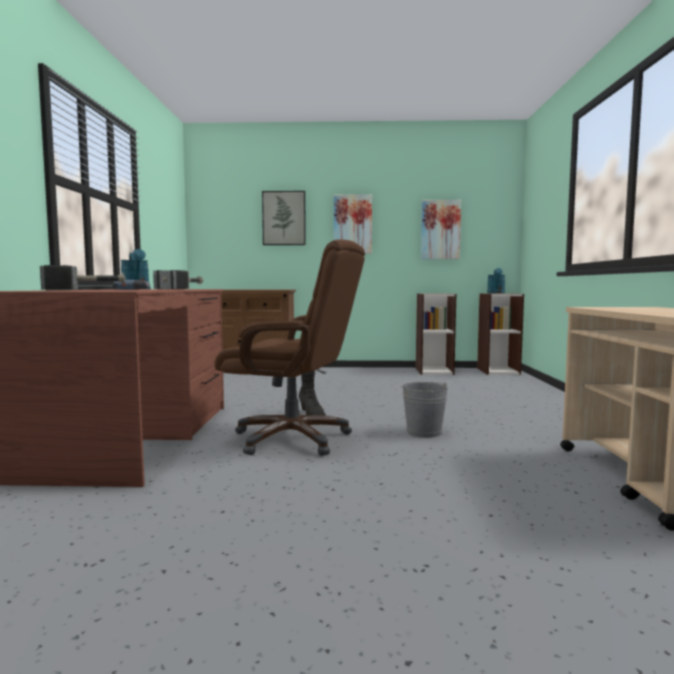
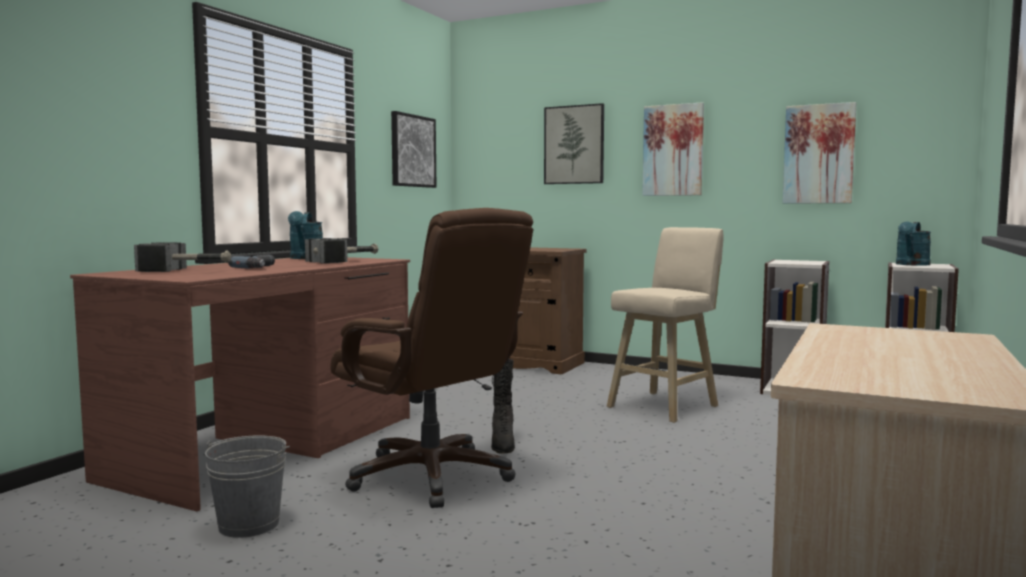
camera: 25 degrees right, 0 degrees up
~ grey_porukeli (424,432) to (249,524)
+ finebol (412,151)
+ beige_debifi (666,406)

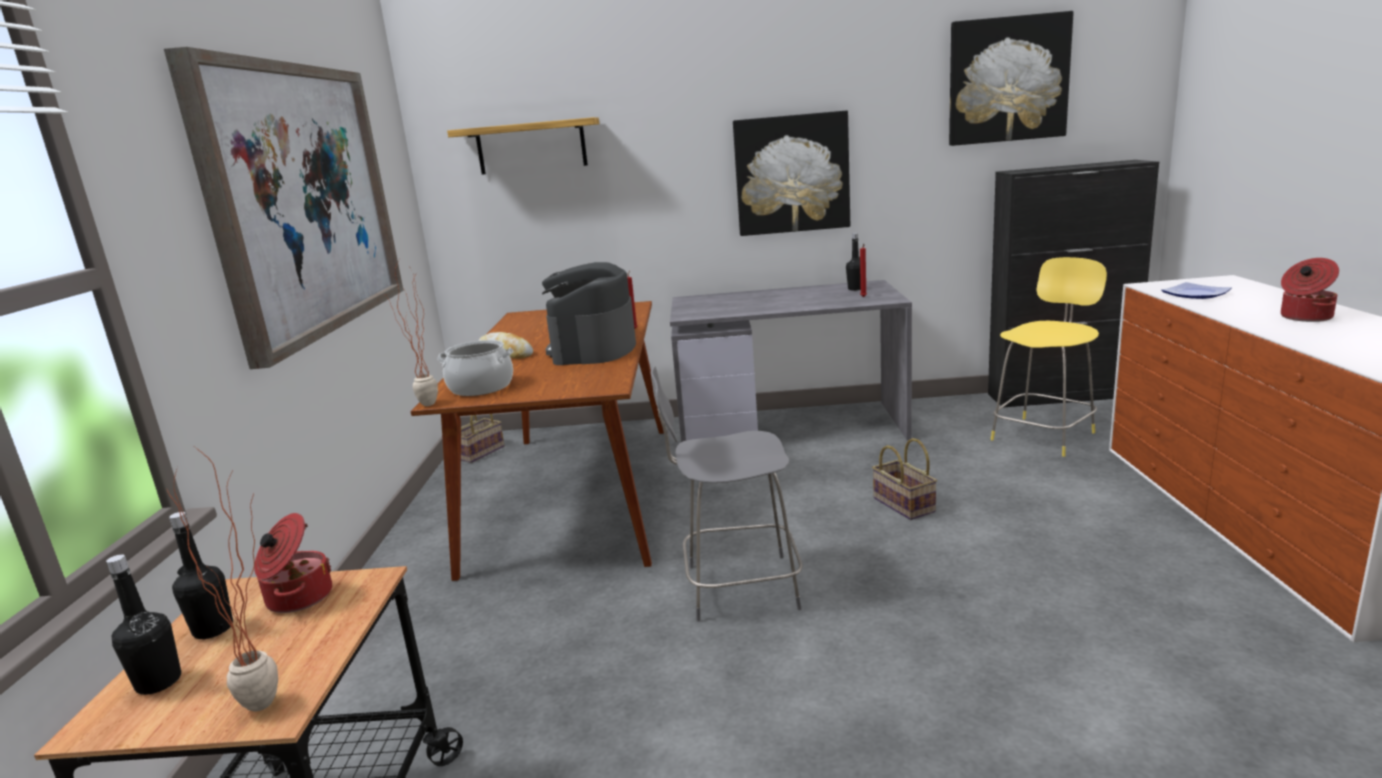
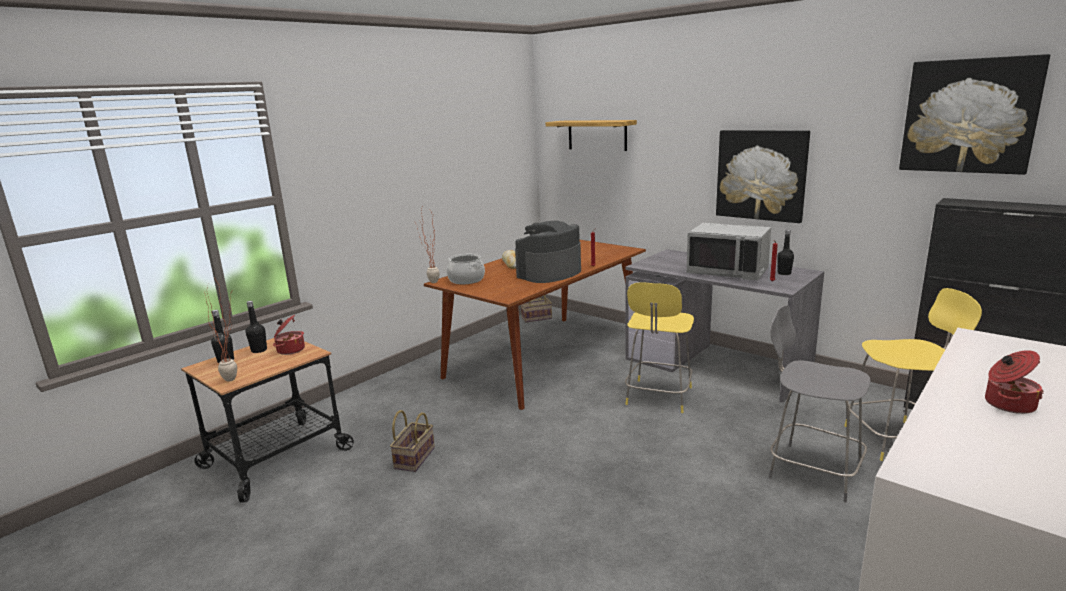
camera: 40 degrees right, 0 degrees up
~ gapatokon (901,505) to (414,457)
+ yellow_debifi (658,397)
+ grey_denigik (728,272)
~ grey_debifi (737,587) to (811,470)
- finebol (304,200)
- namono (1194,294)

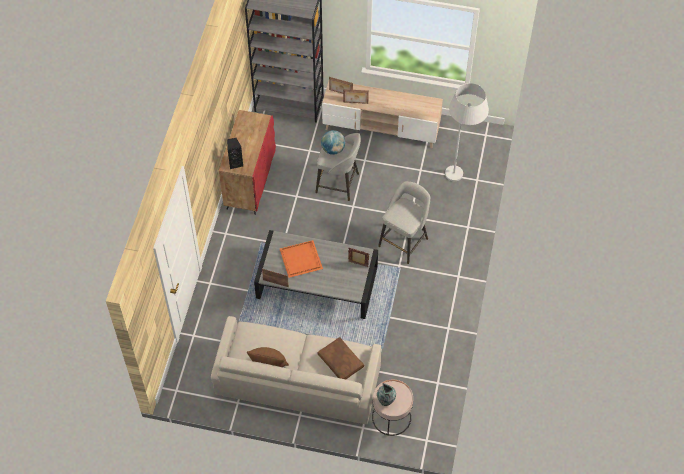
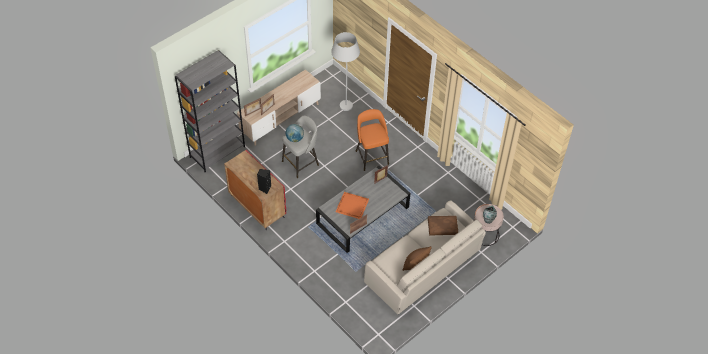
camera: 55 degrees left, 5 degrees down
~ grey_debifi (404,241) to orange_debifi (371,156)

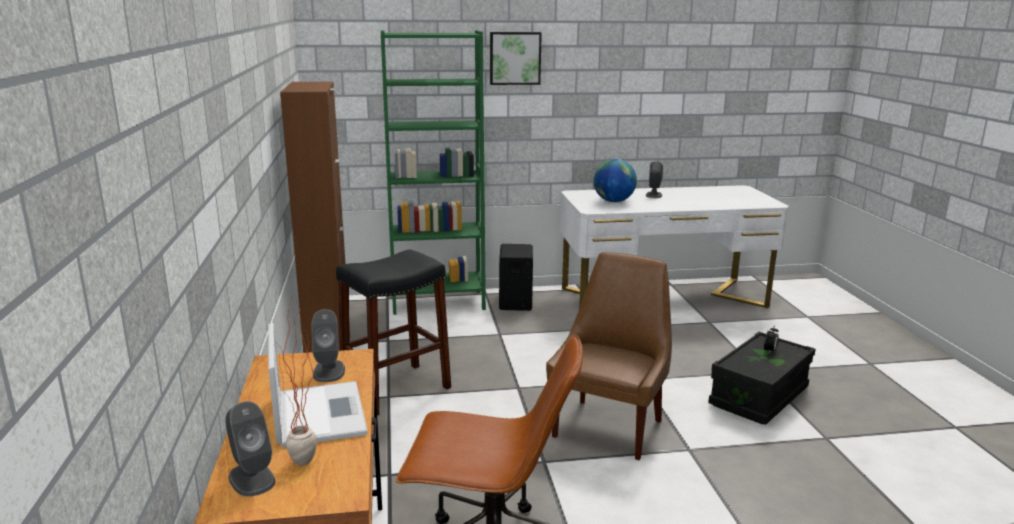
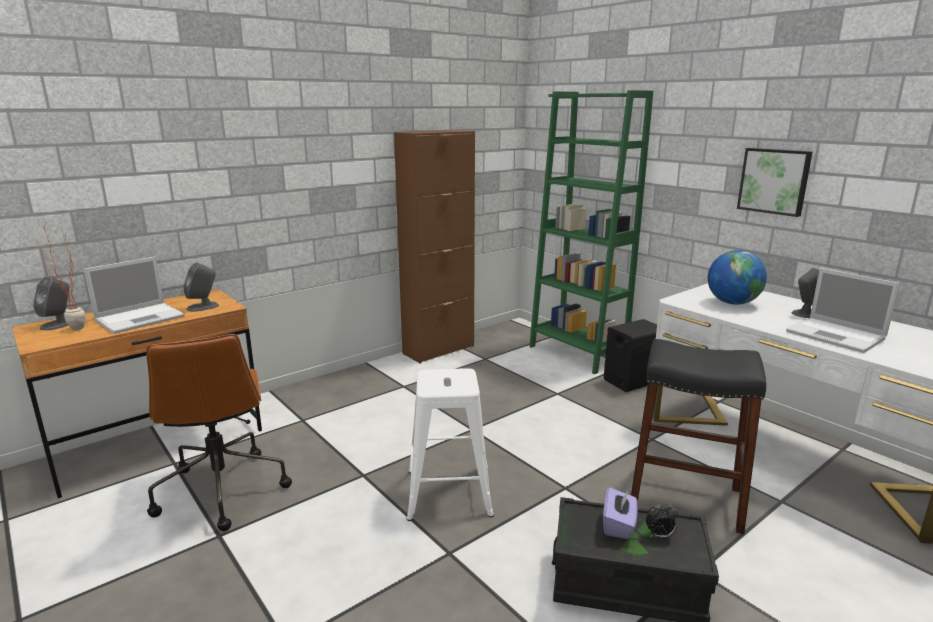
camera: 60 degrees right, 0 degrees up
~ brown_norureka (609,426) to white_debifi (449,493)
+ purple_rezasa (618,525)
~ black_debifi (396,389) to (685,498)
~ finebol (515,58) to (774,181)
+ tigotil (837,335)

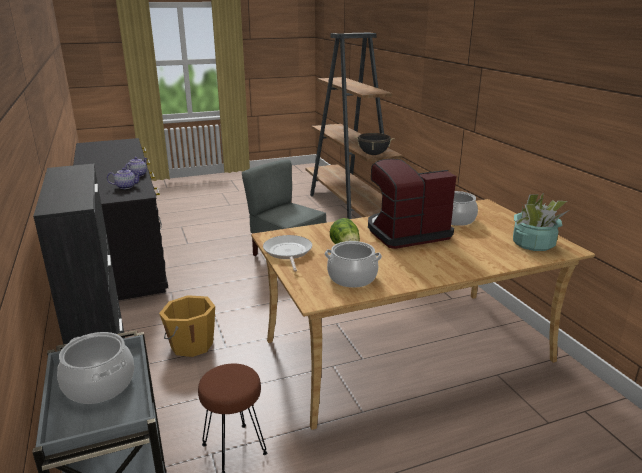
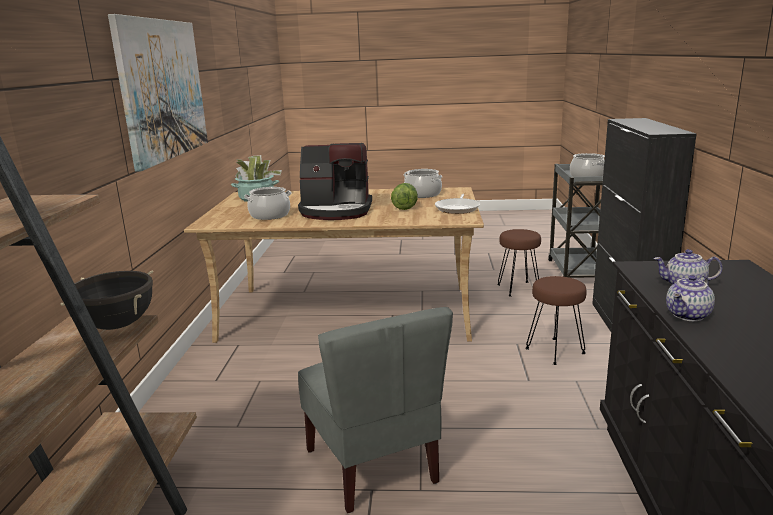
camera: 155 degrees left, 5 degrees down
+ finebol (163,89)
~ orange_porukeli (191,344) to brown_debifi (555,351)

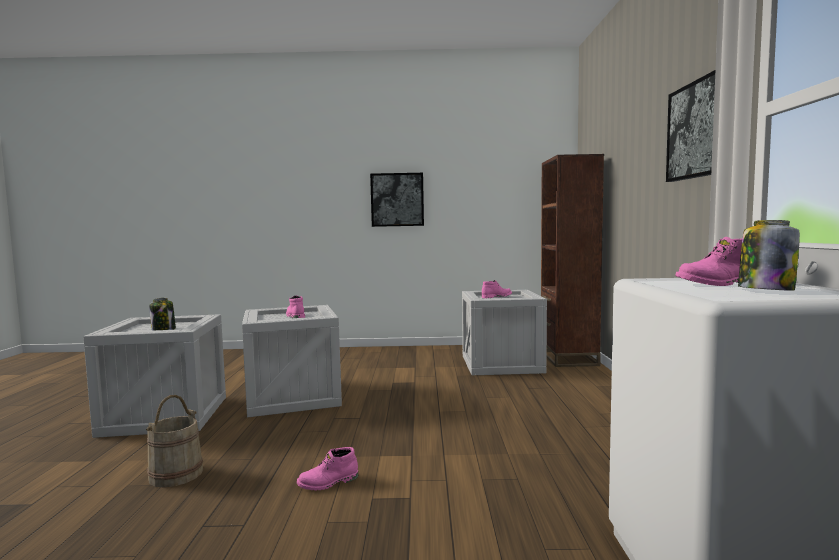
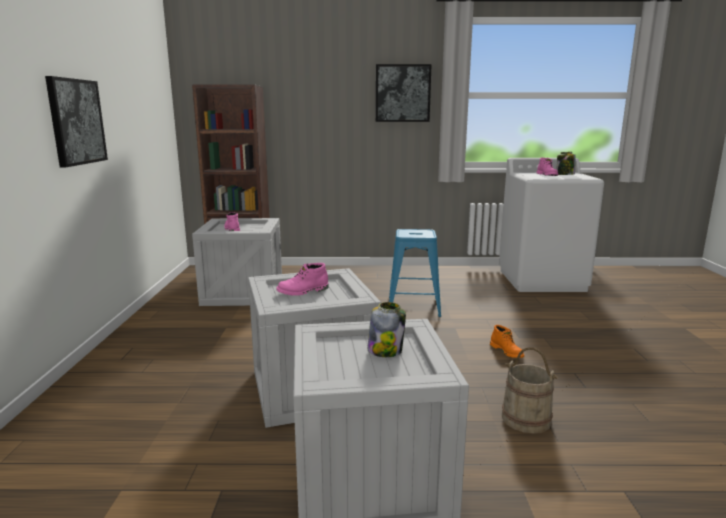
camera: 90 degrees left, 10 degrees up
+ blue_debifi (414,306)
~ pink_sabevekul (328,483) to orange_sabevekul (507,351)

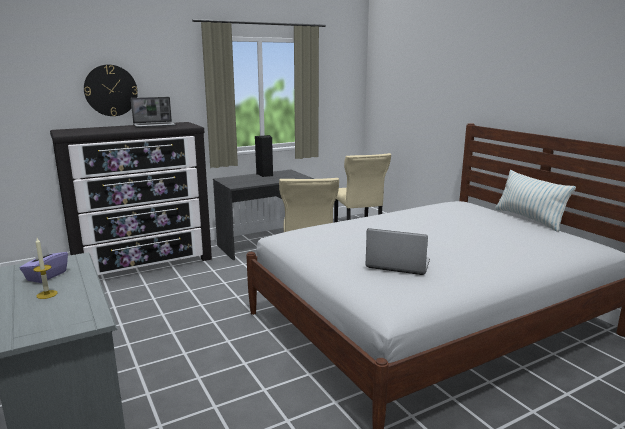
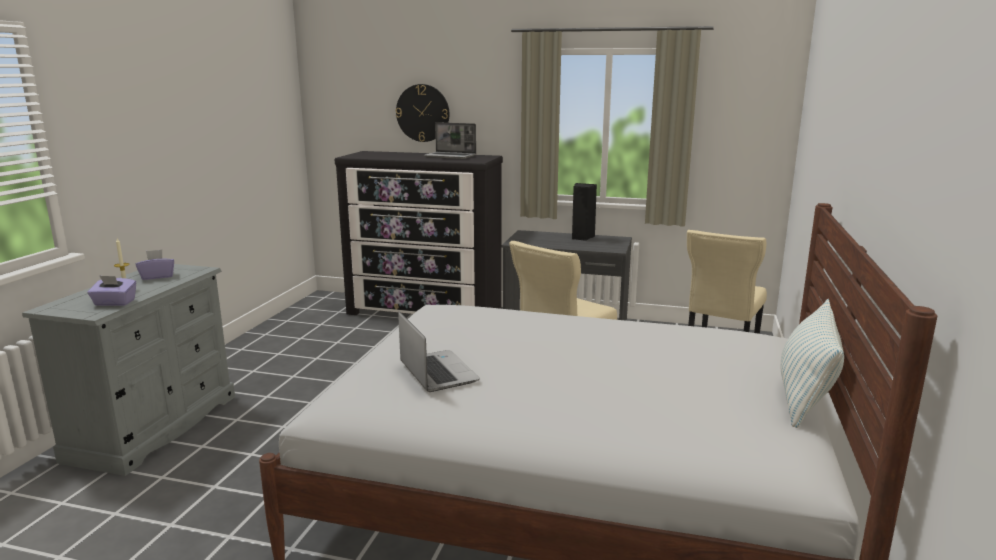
camera: 45 degrees right, 0 degrees up
+ purple_rezasa (114,303)

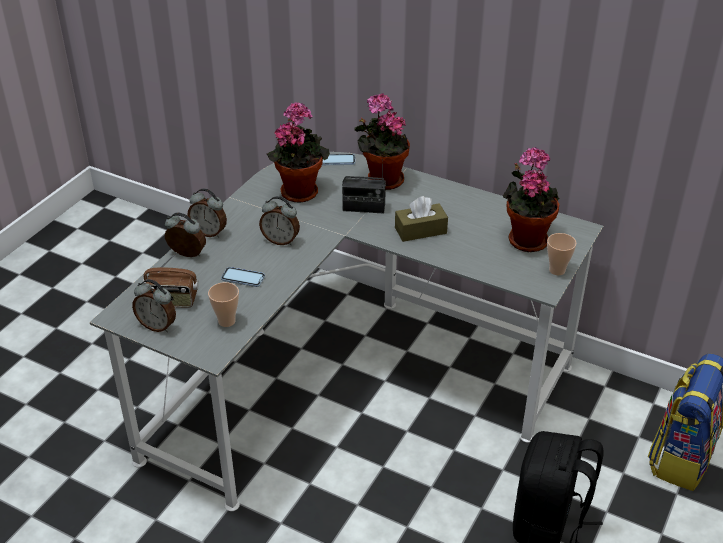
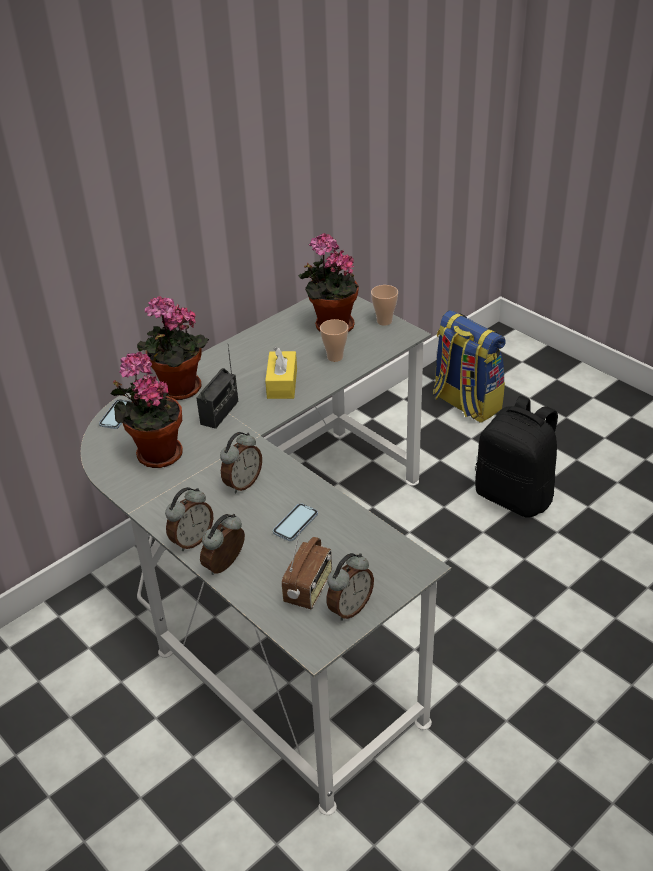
camera: 70 degrees left, 0 degrees up
~ brown_rezasa (420,230) to yellow_rezasa (282,383)
~ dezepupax (226,321) to (335,357)

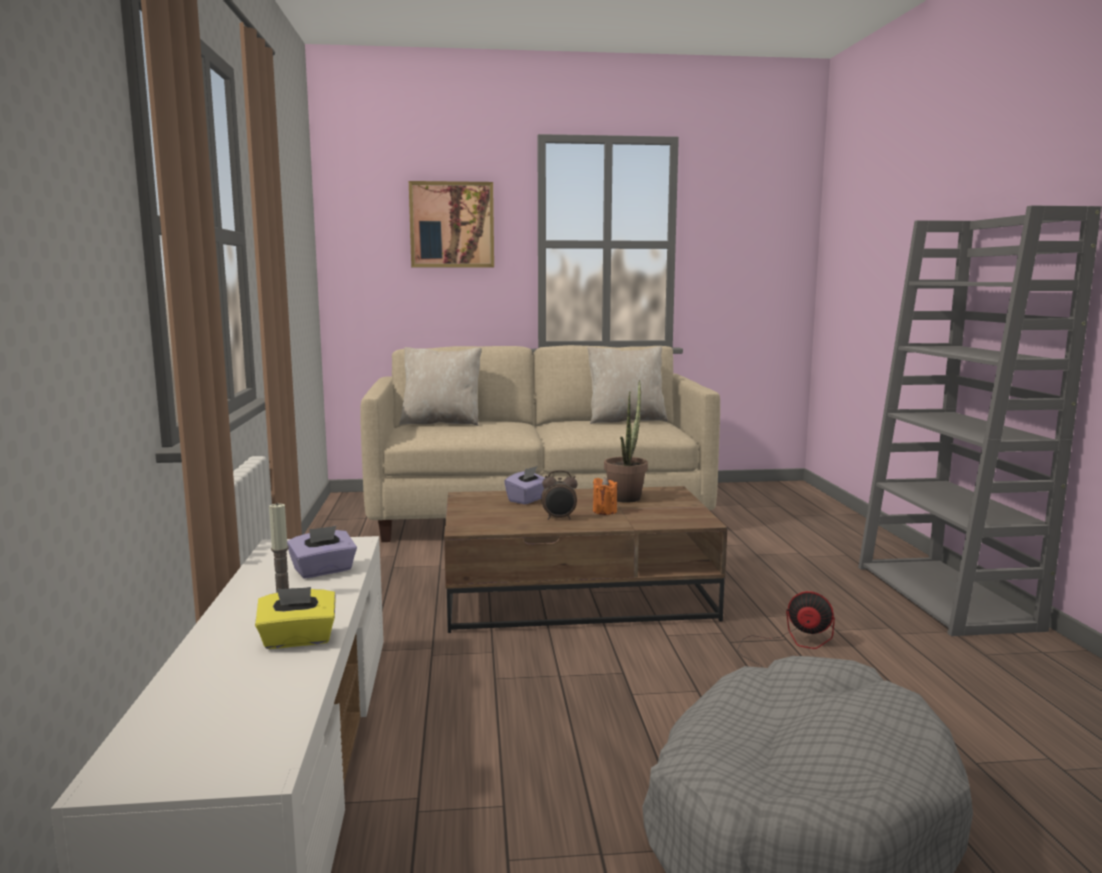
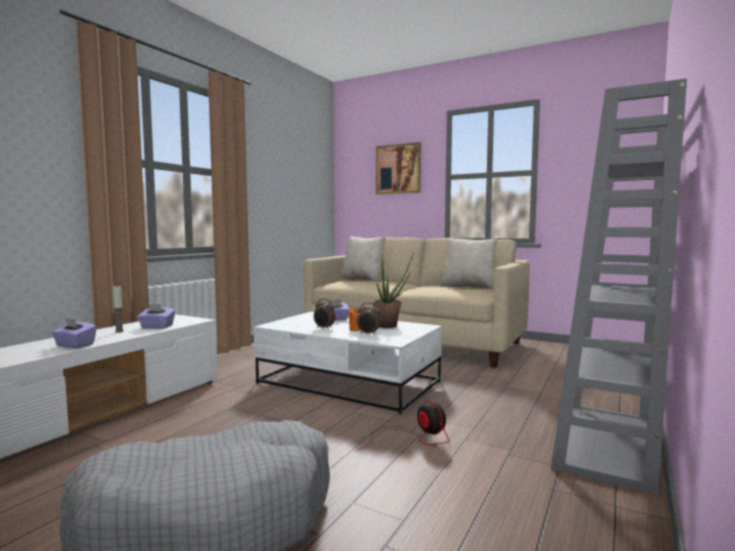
camera: 35 degrees right, 5 degrees down
~ yellow_rezasa (298,640) to purple_rezasa (74,345)
~ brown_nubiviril (578,595) to white_nubiviril (349,382)
+ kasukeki (368,334)

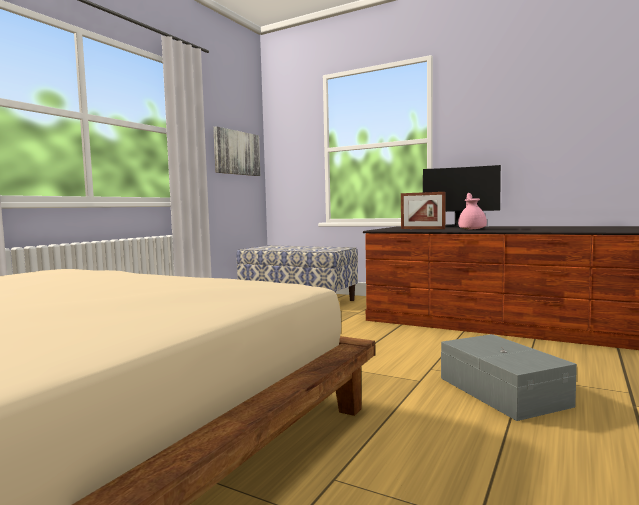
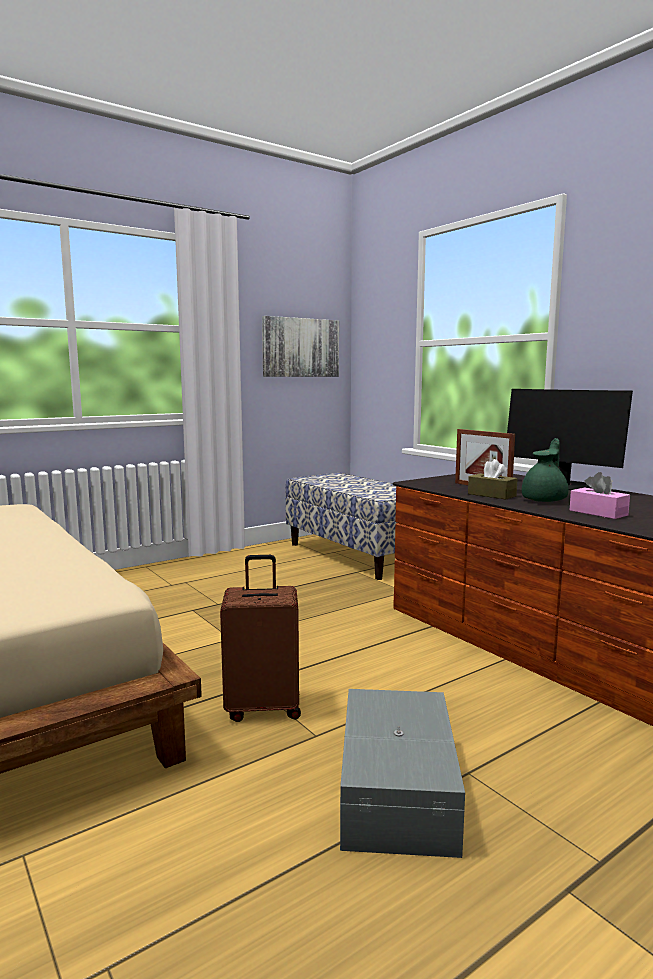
camera: 25 degrees right, 5 degrees up
+ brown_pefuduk (263,707)
+ brown_rezasa (491,495)
~ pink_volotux (472,229) to green_volotux (545,500)
+ pink_rezasa (598,513)

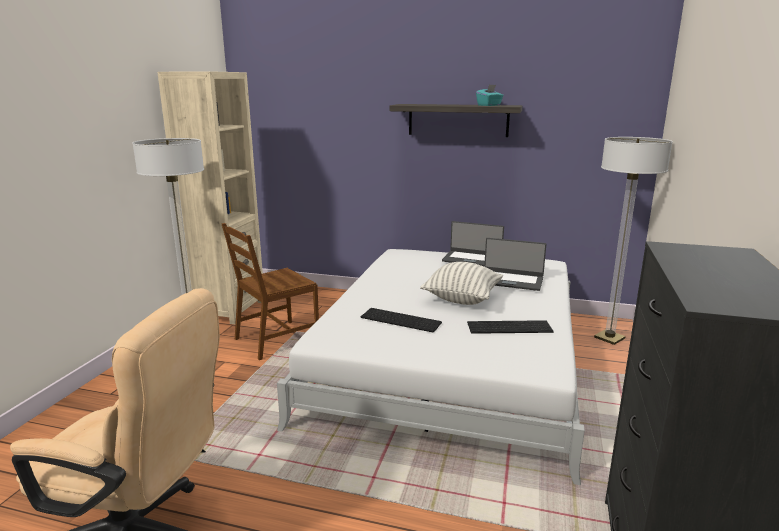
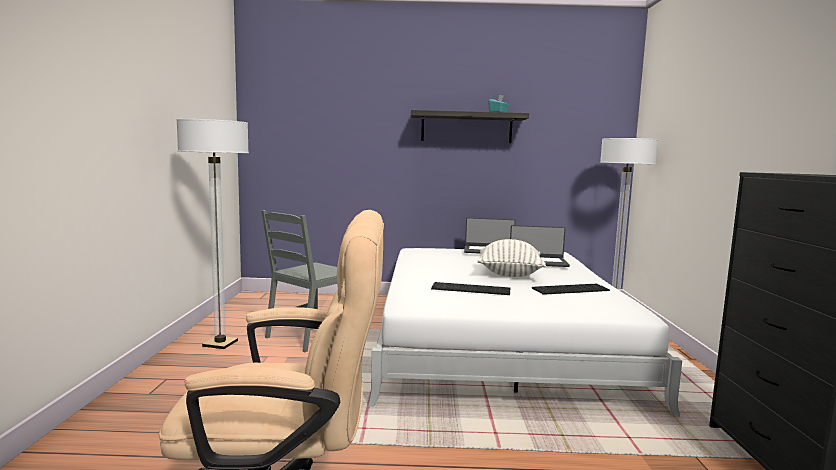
camera: 15 degrees left, 10 degrees down
~ brown_norureka (276,340) to grey_norureka (311,335)
- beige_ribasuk (228,309)

